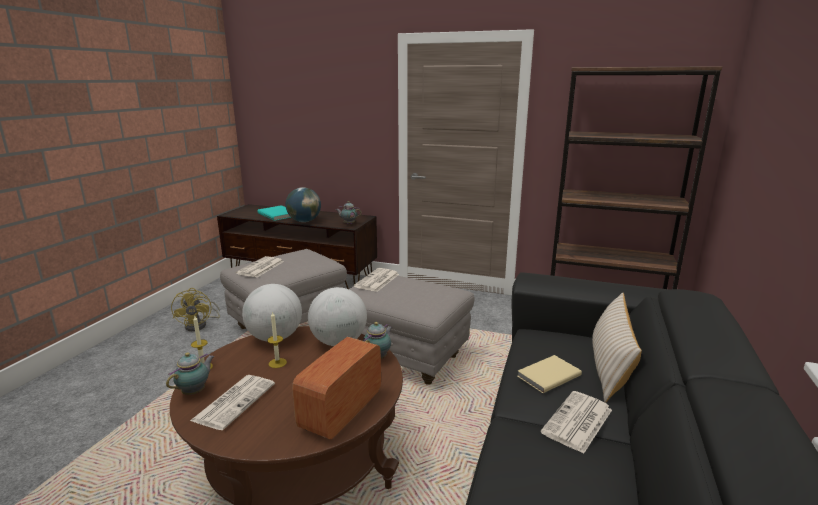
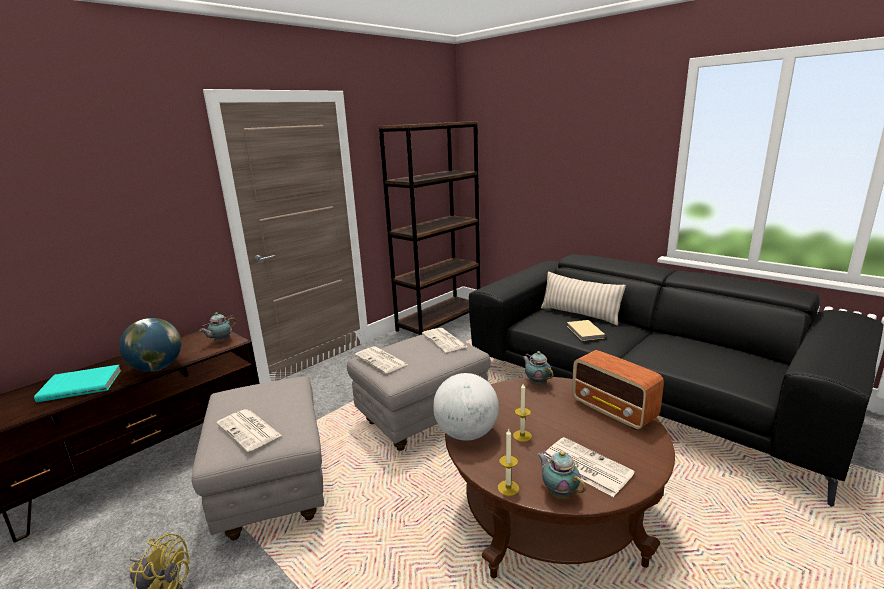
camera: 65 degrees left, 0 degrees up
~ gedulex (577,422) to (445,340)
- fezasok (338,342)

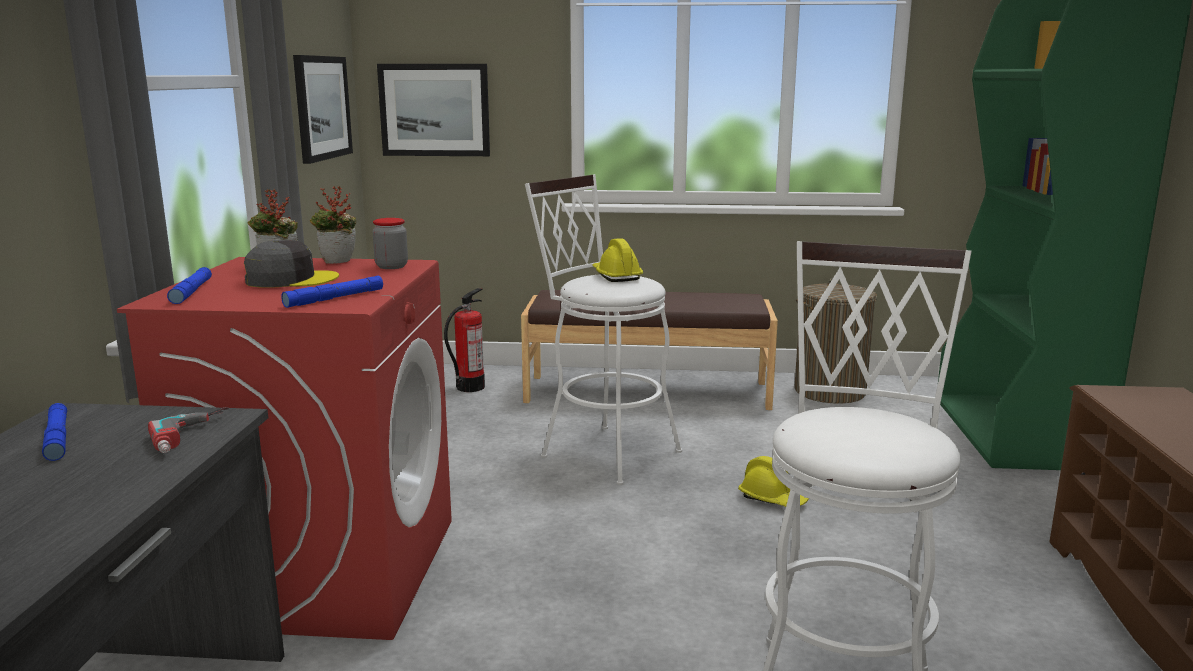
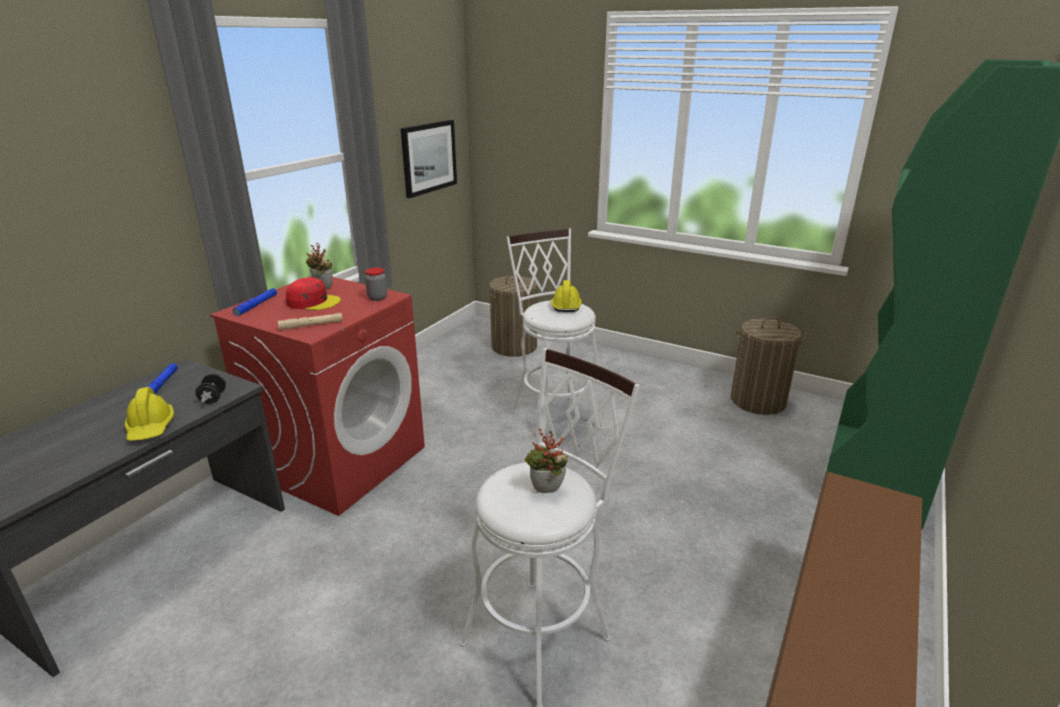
camera: 25 degrees right, 10 degrees up
~ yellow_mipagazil (772,499) to (151,428)
~ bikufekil (196,436) to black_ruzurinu (213,398)
~ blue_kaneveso (334,298) to beige_kaneveso (311,325)
~ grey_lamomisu (290,279) to red_lamomisu (313,302)
~ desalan (470,387) to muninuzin (514,346)
~ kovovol (337,263) to (546,492)
- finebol (434,110)
- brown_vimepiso (647,391)

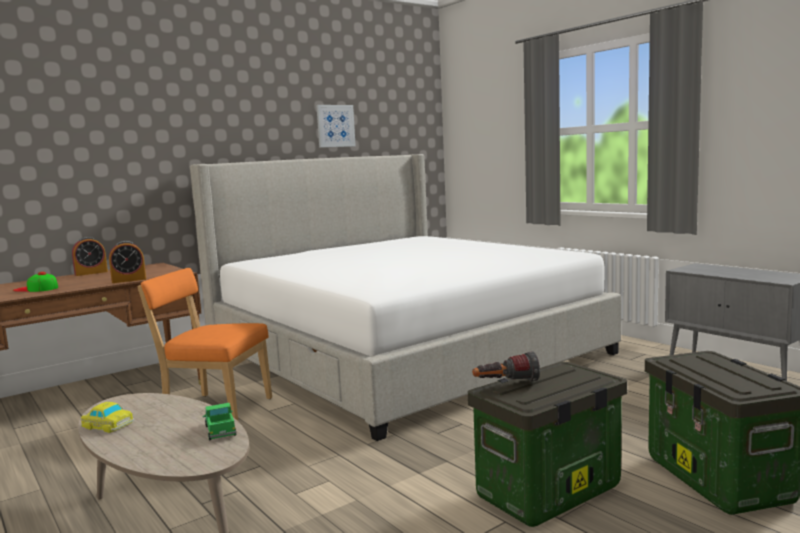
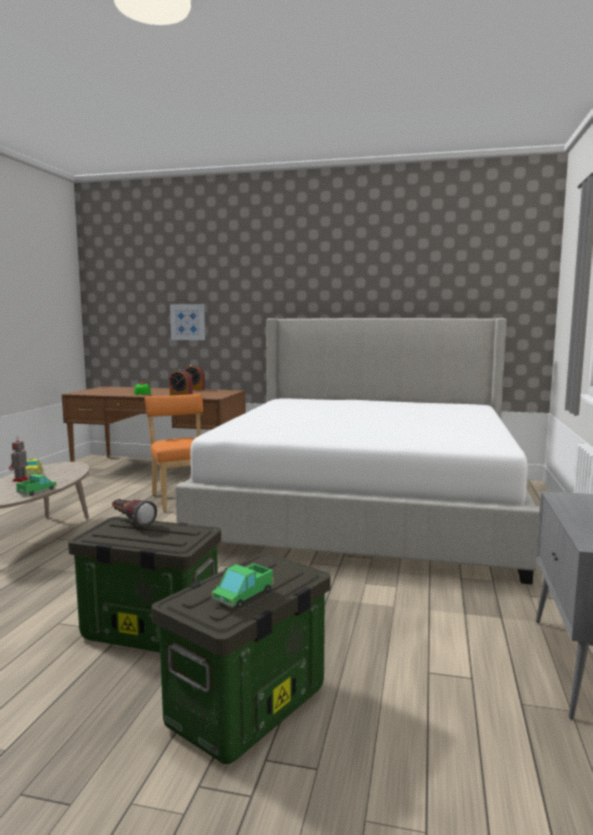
camera: 50 degrees right, 0 degrees up
+ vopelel (20,480)
~ finebol (335,126) to (188,322)
+ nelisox (243,595)

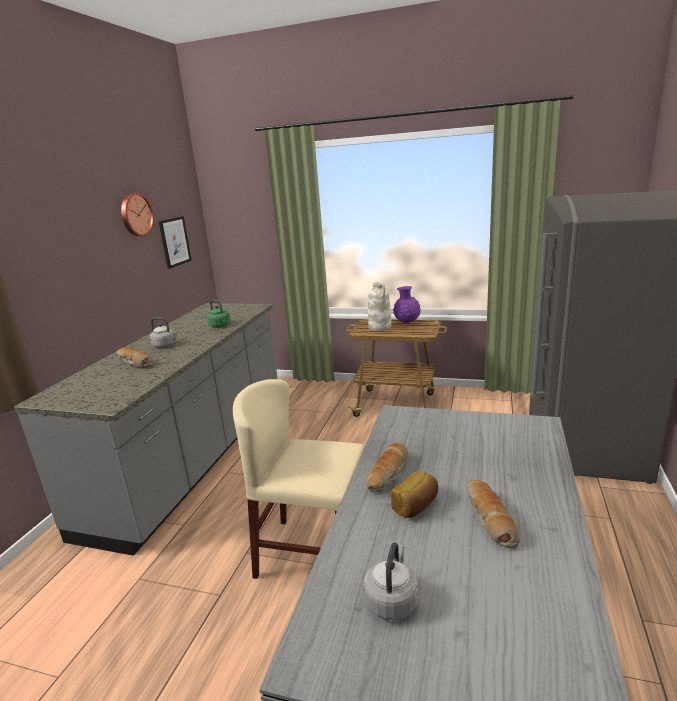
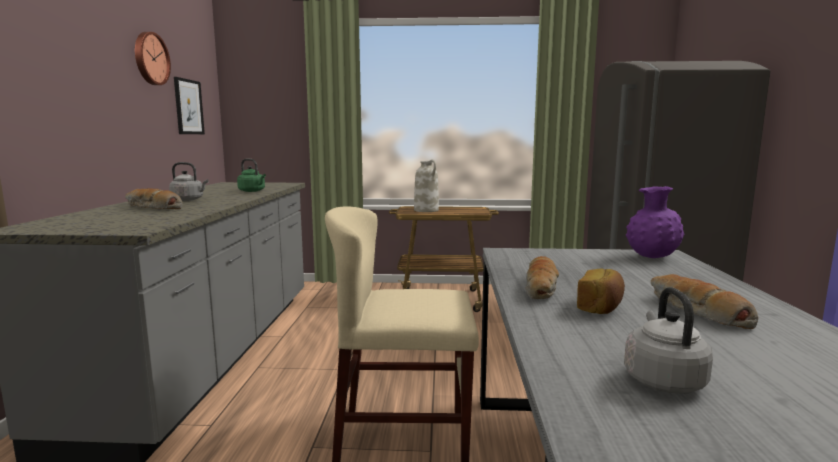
camera: 15 degrees left, 10 degrees down
~ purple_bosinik (407,322) to (652,257)

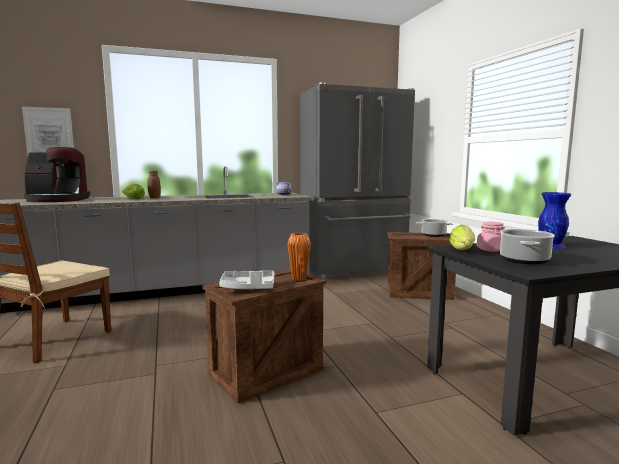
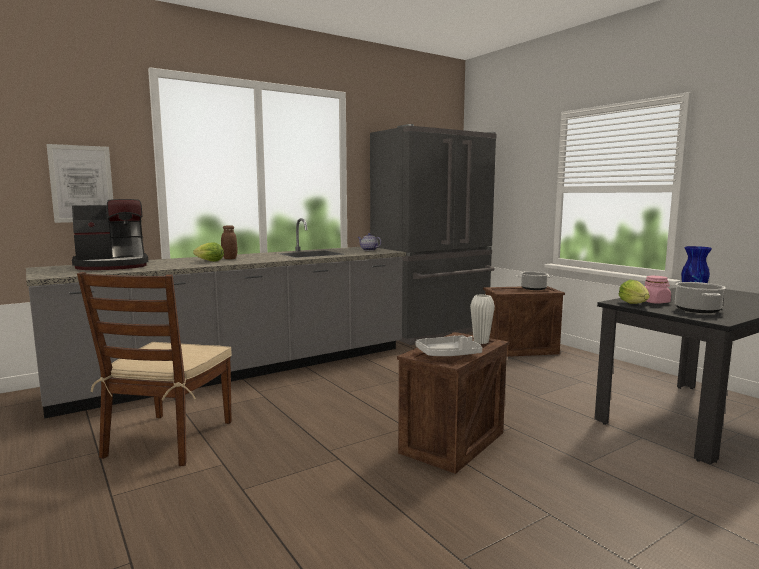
camera: 15 degrees left, 0 degrees up
~ orange_bosinik (299,278) to white_bosinik (481,342)

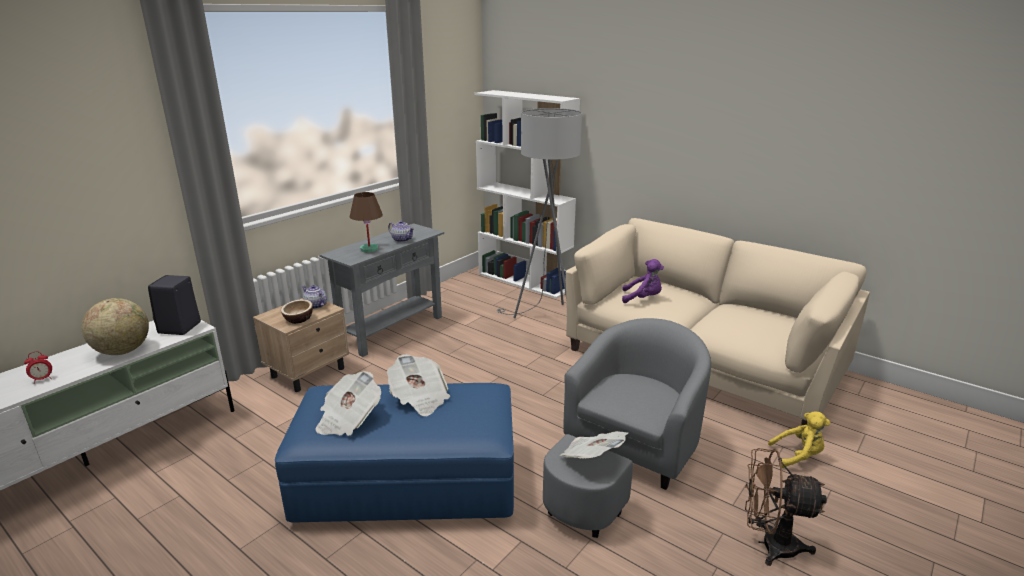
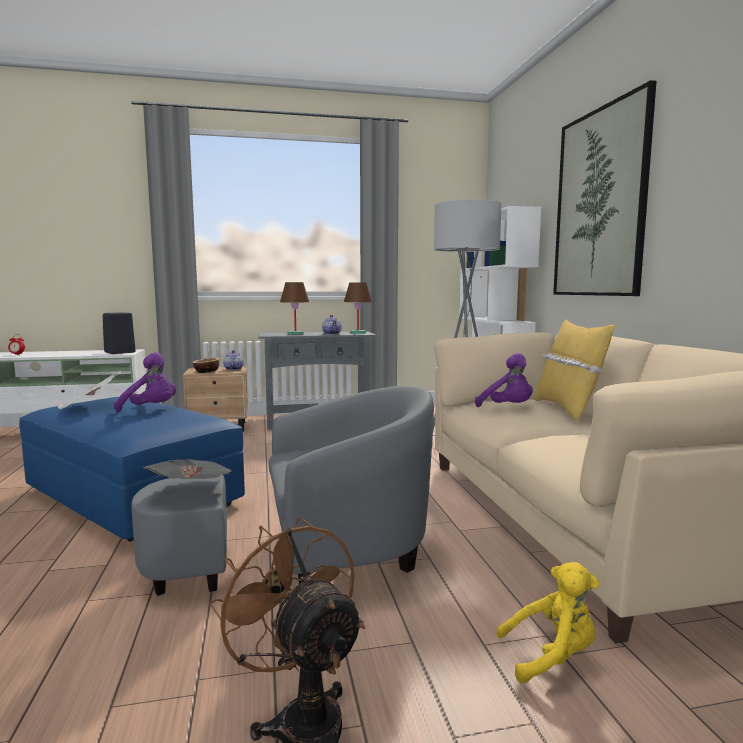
camera: 40 degrees right, 15 degrees down
~ gedulex (419,398) to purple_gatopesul (151,409)
+ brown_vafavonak (358,333)
~ yellow_gatopesul (798,456) = (551,657) 45 degrees counterclockwise
+ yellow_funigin (567,409)
+ finebol (599,203)
- fezasok (123,351)

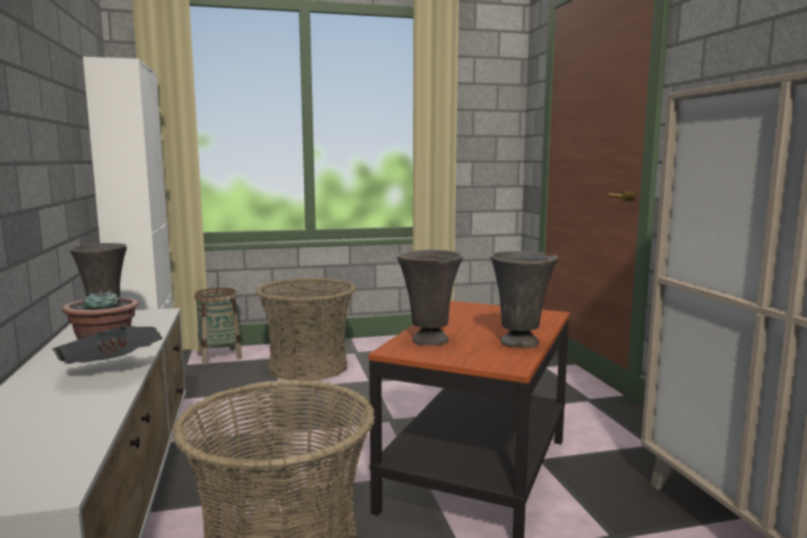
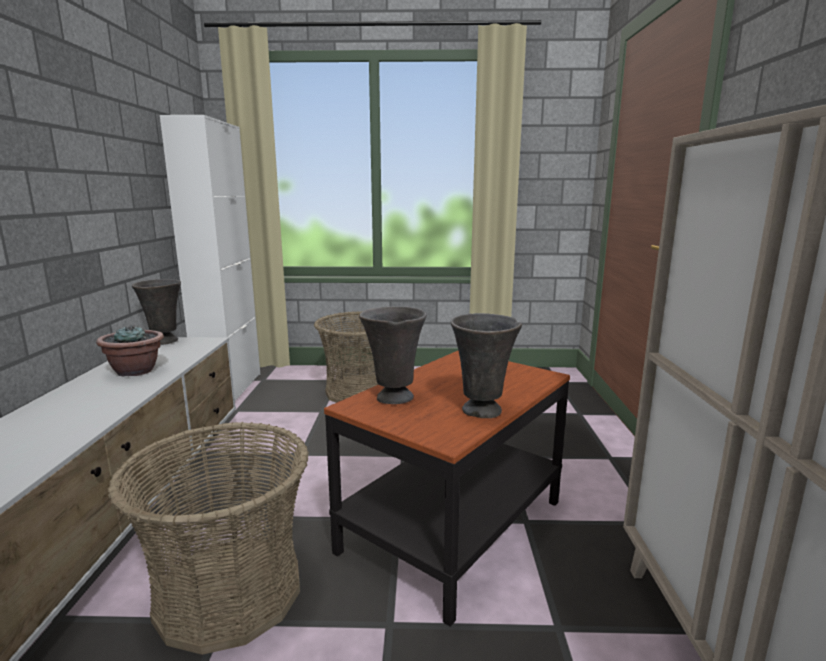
camera: 15 degrees right, 5 degrees up
- gedulex (112,372)
- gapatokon (219,356)

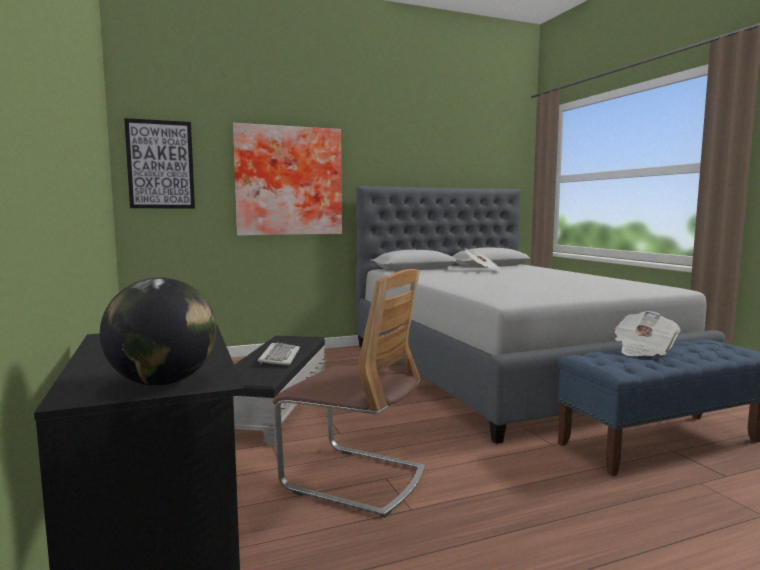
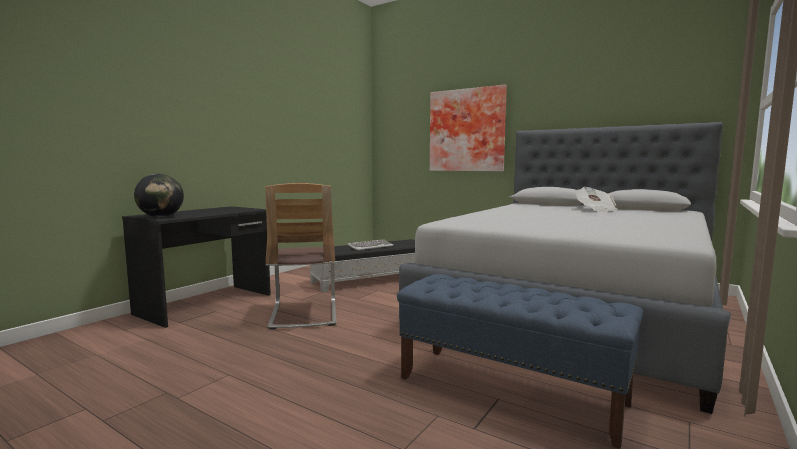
camera: 55 degrees right, 0 degrees up
- finebol (160,164)
- gedulex (643,350)

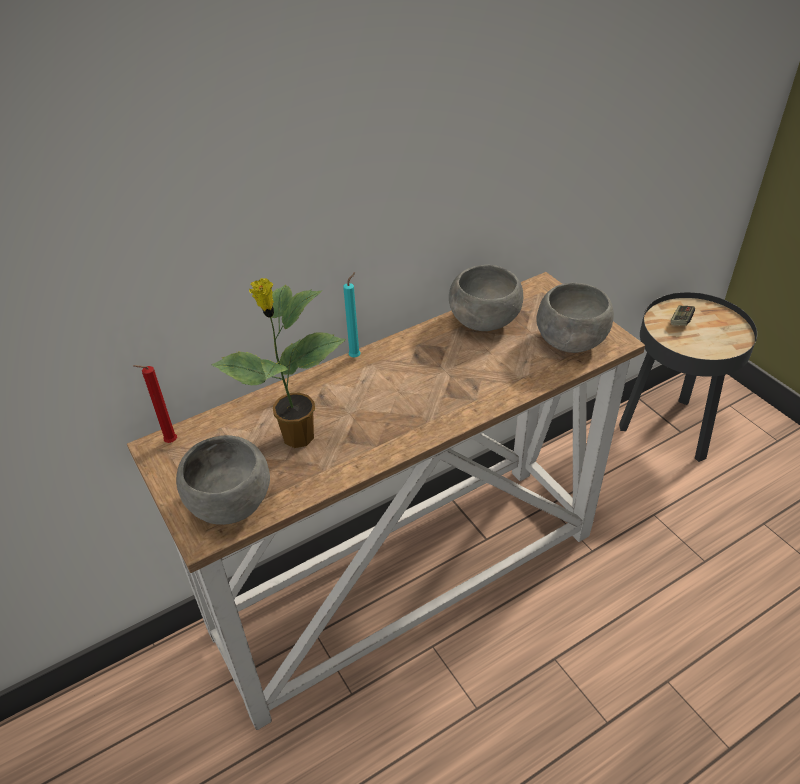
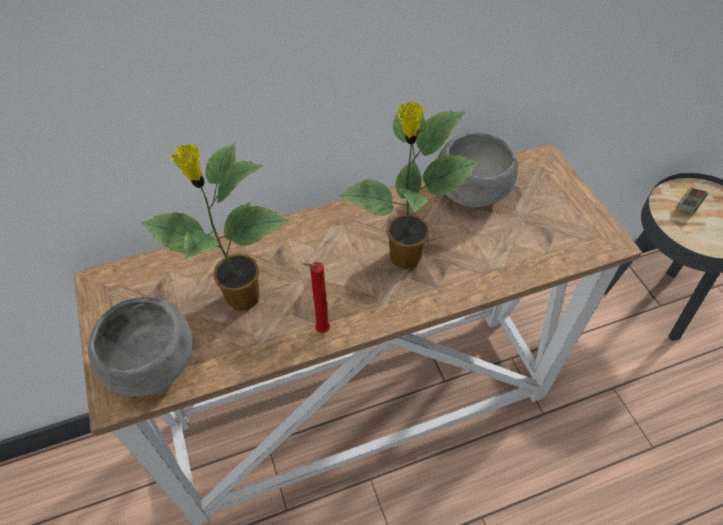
camera: 10 degrees right, 10 degrees up
~ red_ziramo (169,442) to (320,330)
+ kovovol (404,258)
- turquoise_ziramo (356,356)
- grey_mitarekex (571,342)

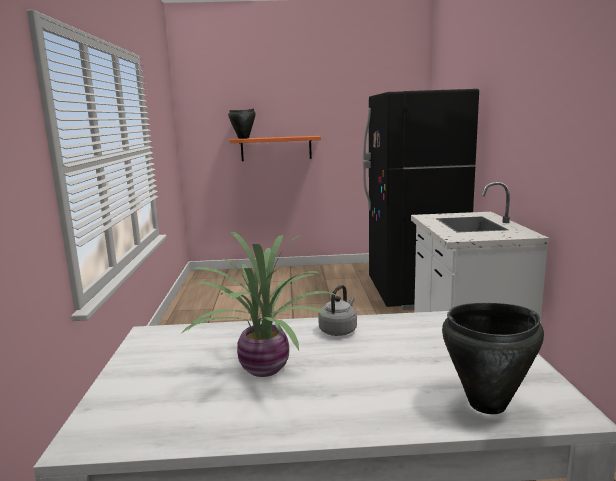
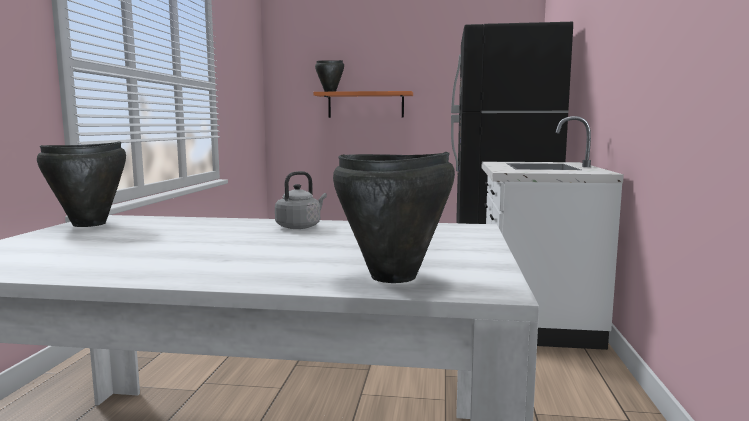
camera: 10 degrees right, 5 degrees down
+ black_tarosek (90,224)
- kovovol (264,370)

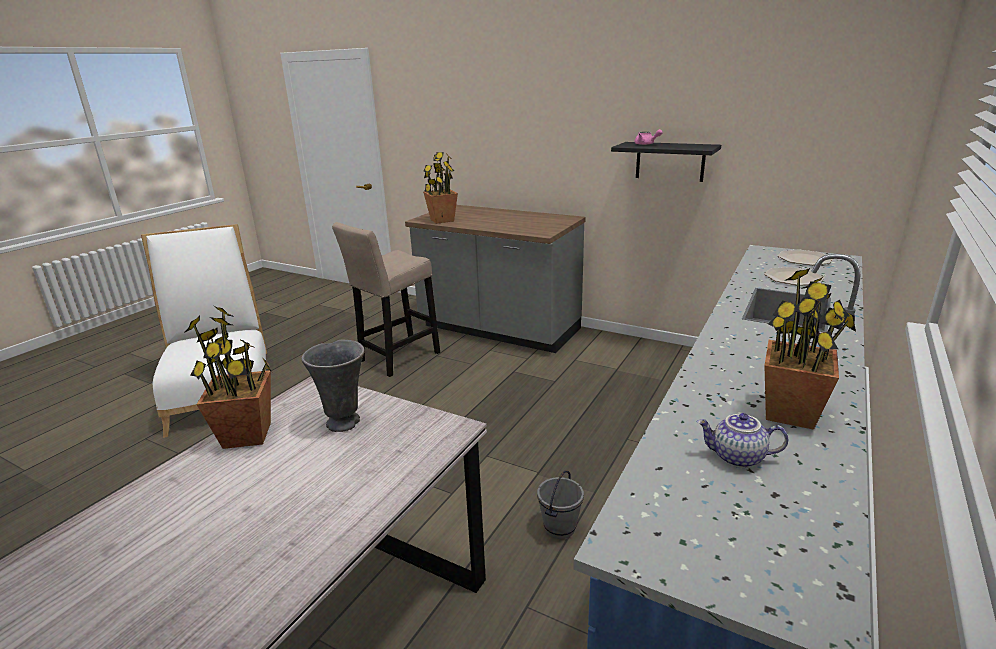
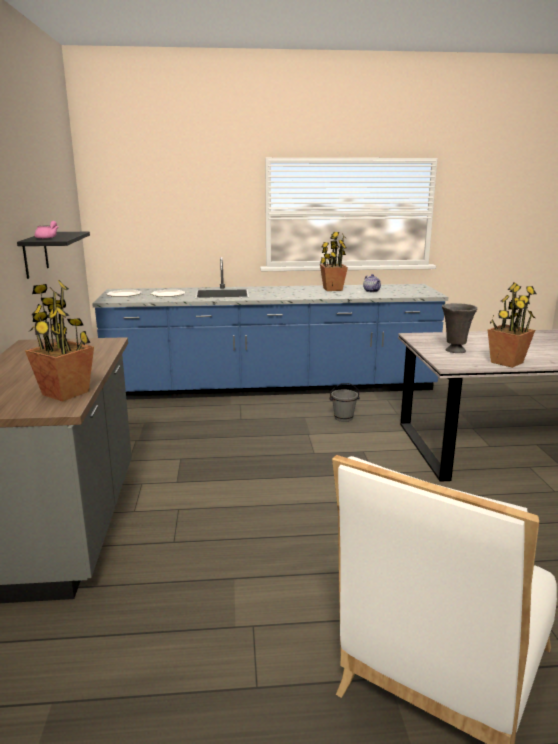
camera: 125 degrees left, 5 degrees down
- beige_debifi (396,358)

